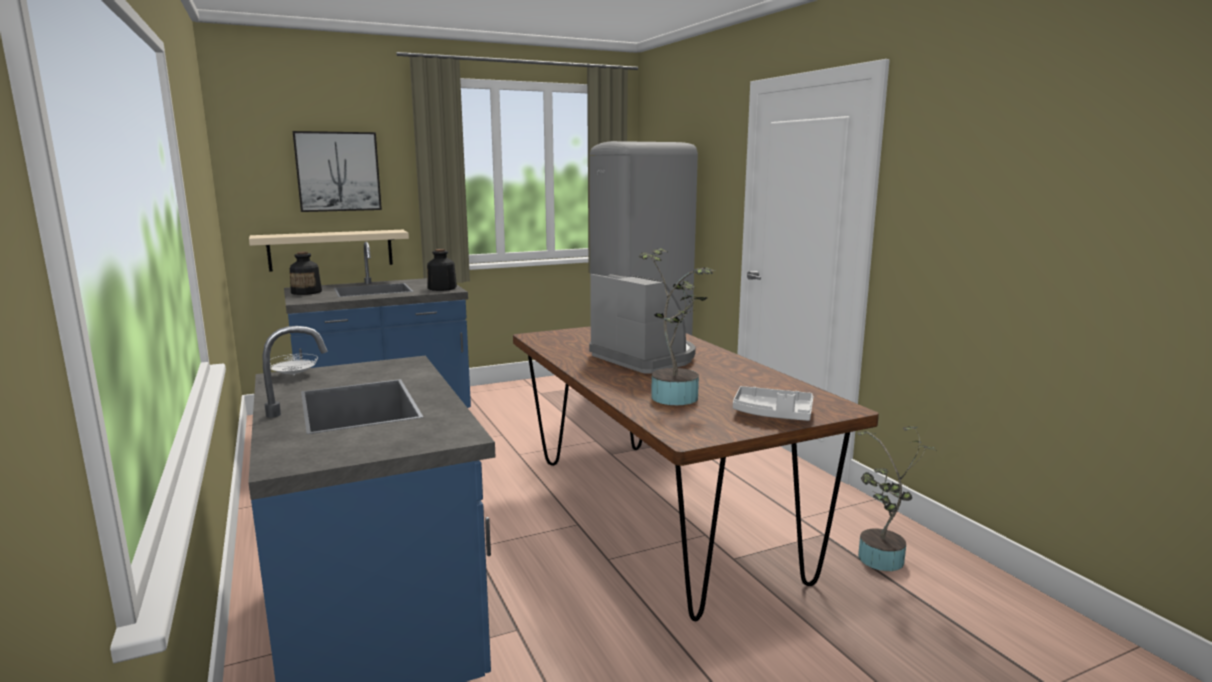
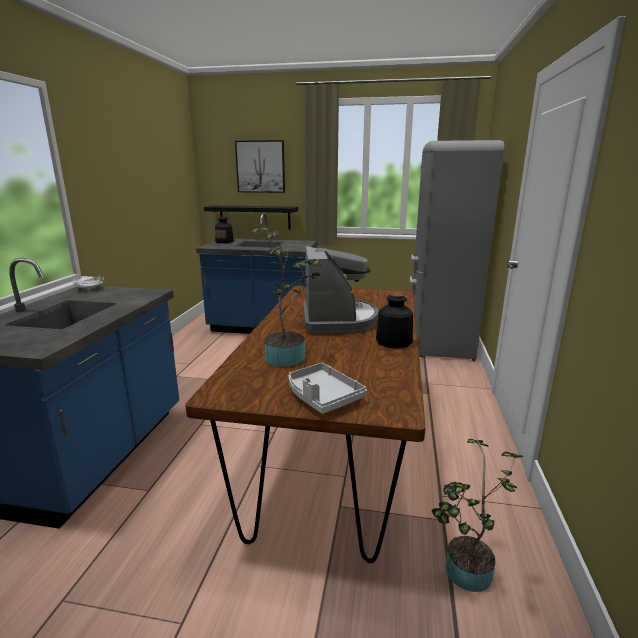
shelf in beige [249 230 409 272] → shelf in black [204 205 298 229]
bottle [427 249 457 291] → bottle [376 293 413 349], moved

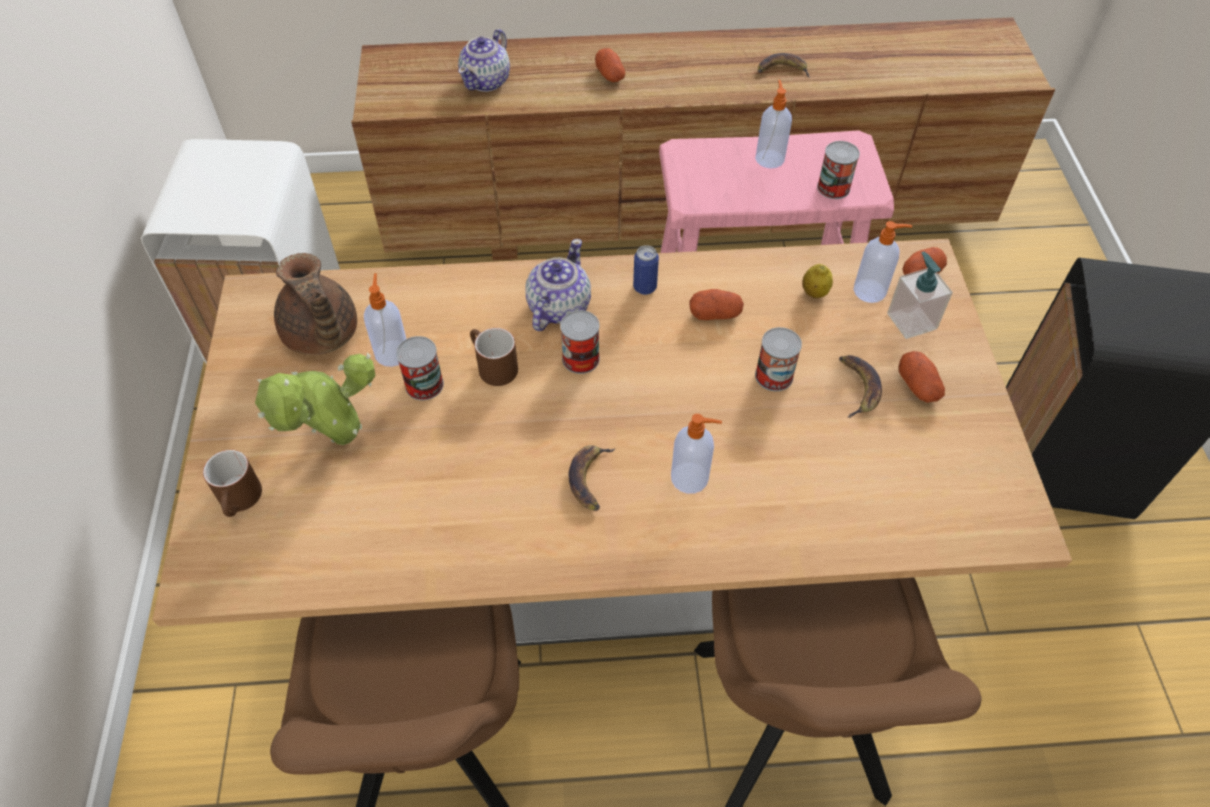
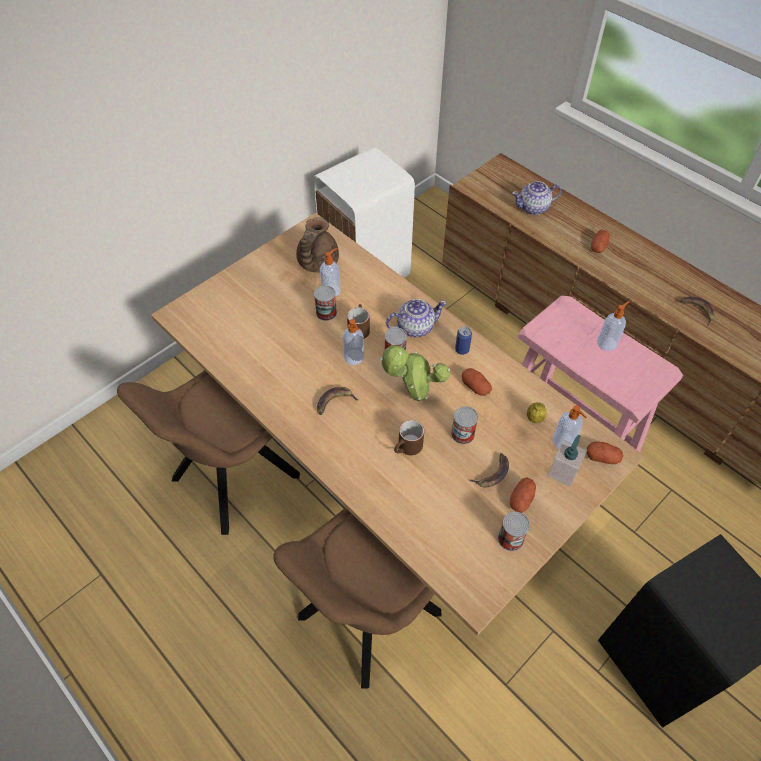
soap dispenser [671 414 722 494] → soap dispenser [343 319 364 365], moved
potted plant [255 353 375 445] → potted plant [379 343 450 401], moved
mug in brown [203 450 262 517] → mug in brown [394 420 424 455], moved
can [817 141 860 199] → can [498 511 530 551], moved

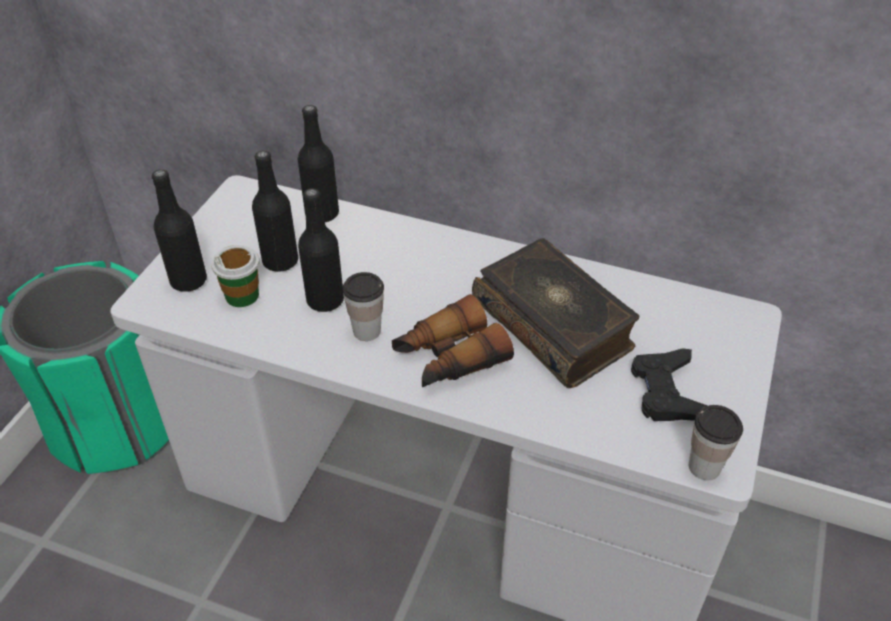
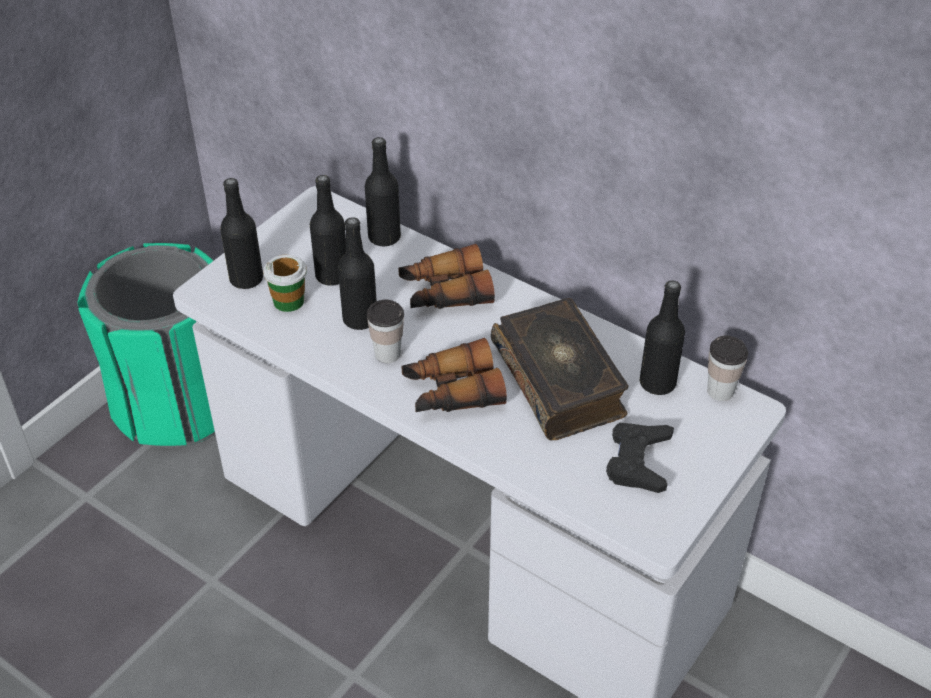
- → binoculars [398 244 495 309]
- → bottle in black [640 280 685 395]
cup [689 405 743 480] → cup [707 335 748 401], moved

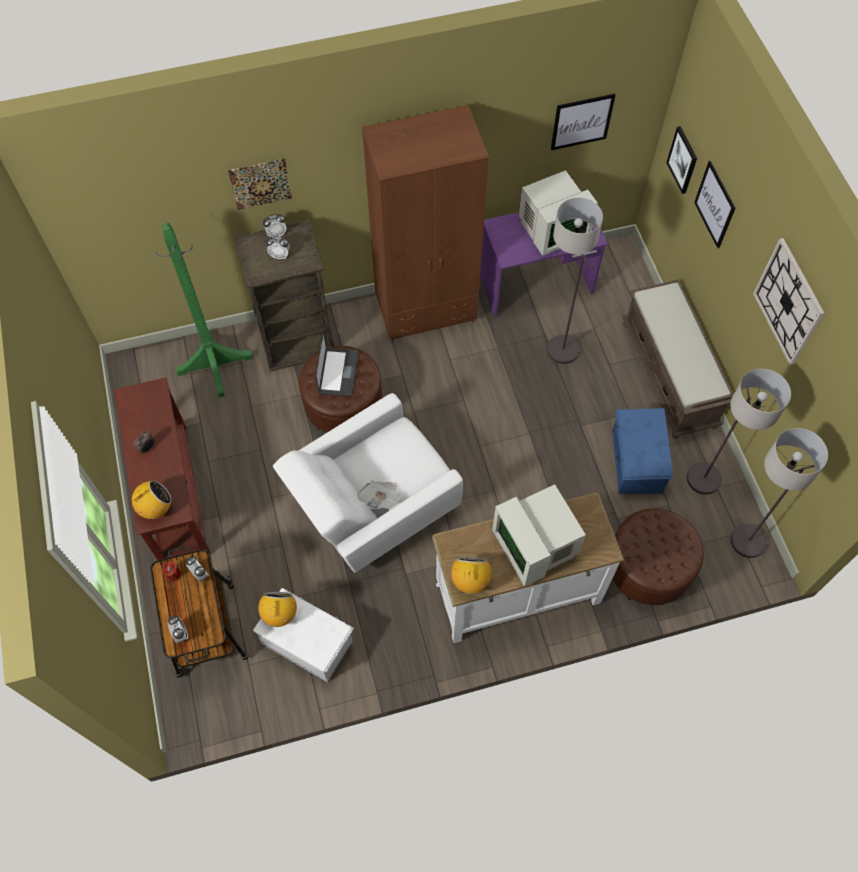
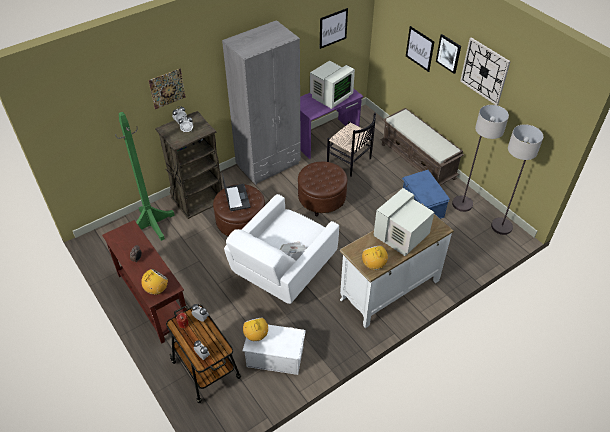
wardrobe in brown [362 105 489 341] → wardrobe in grey [222 20 301 185]
ottoman in brown [612 508 704 605] → ottoman in brown [298 162 347 216], moved
floor lamp in grey [547 198 603 364] → chair in black [327 113 376 177]
monitor [492 484 586 587] → monitor [373 188 434 256], 90 degrees clockwise
picture [666 126 697 194] → picture [436 34 461 74], moved

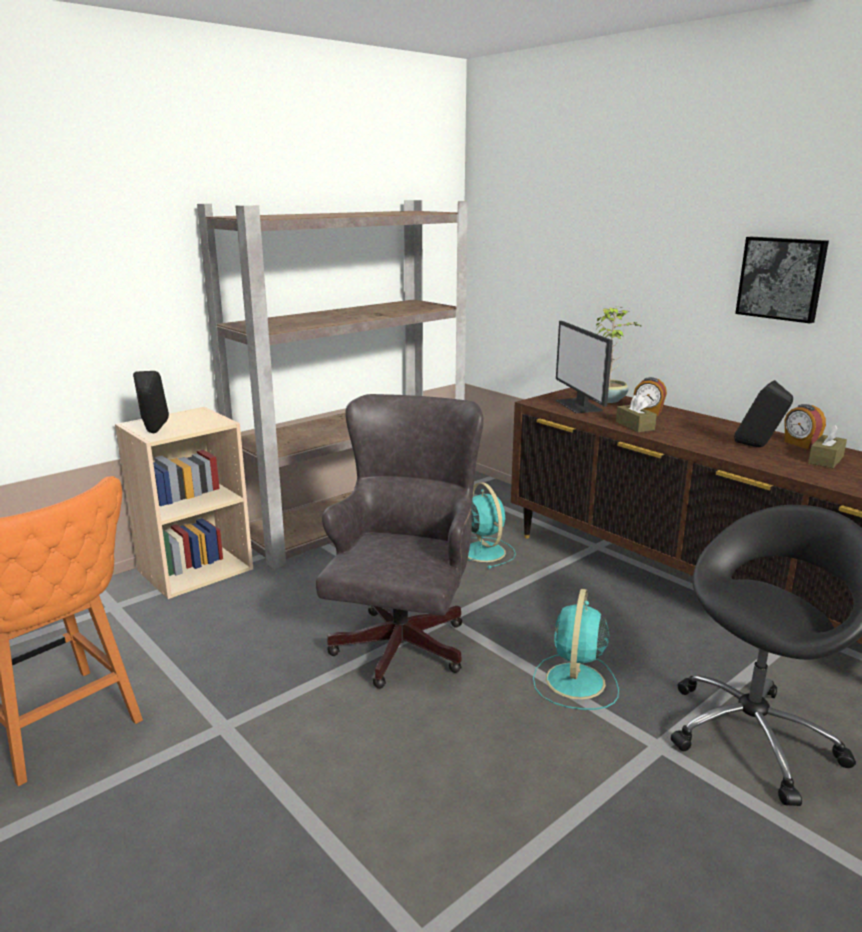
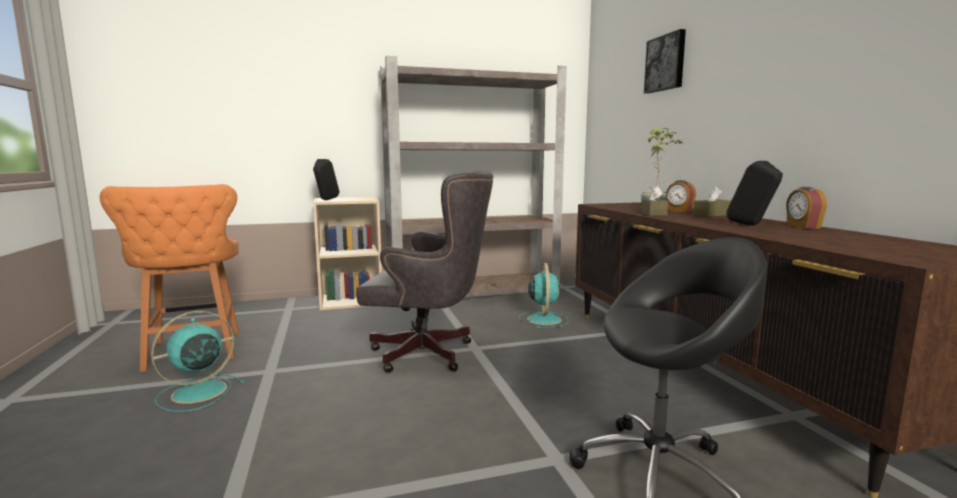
fan in turquoise [533 589 619 710] → fan in turquoise [151 311 244 412], moved
office chair in grey [316 394 484 689] → office chair in grey [356 171 493 373], 60 degrees clockwise
picture [735 237 829 323] → picture [644 29 686 94], moved
tissue box in brown [808 425 847 468] → tissue box in brown [693 187 731 217], moved
monitor [556 321 613 413] → -

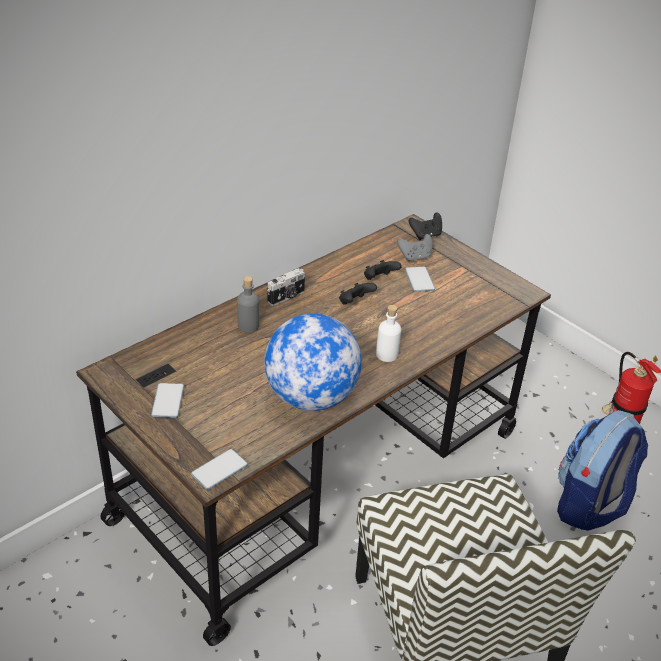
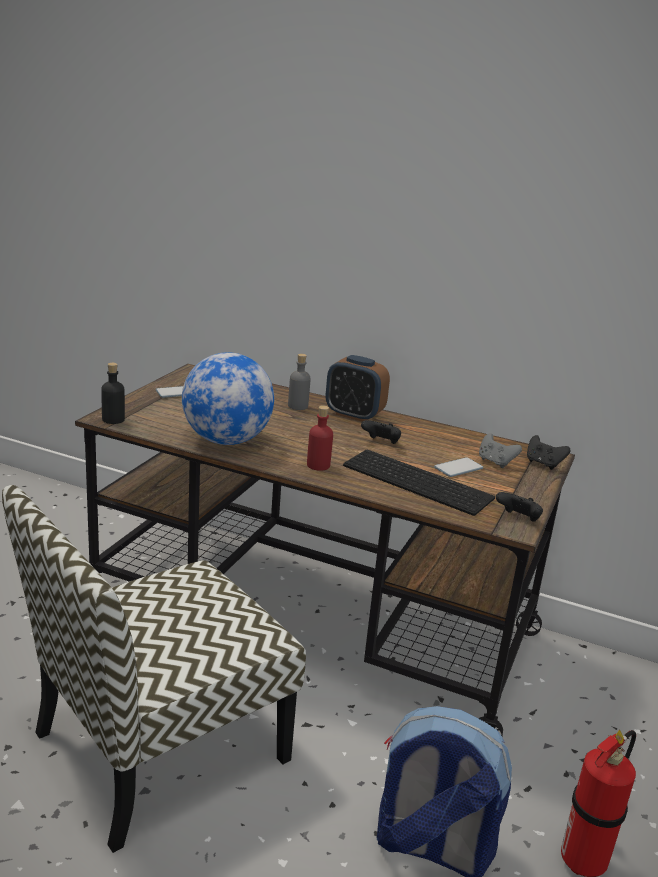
phone [191 449 248 490] → bottle in black [101 363 125 424]
bottle in white [376 305 401 362] → bottle in red [307 405 333 471]
photo camera [267 268 305 306] → alarm clock [326 355 390 422]
- → keyboard [343 450 495 516]
game controller in black [364 260 402 280] → game controller in black [496 492 543 522], moved

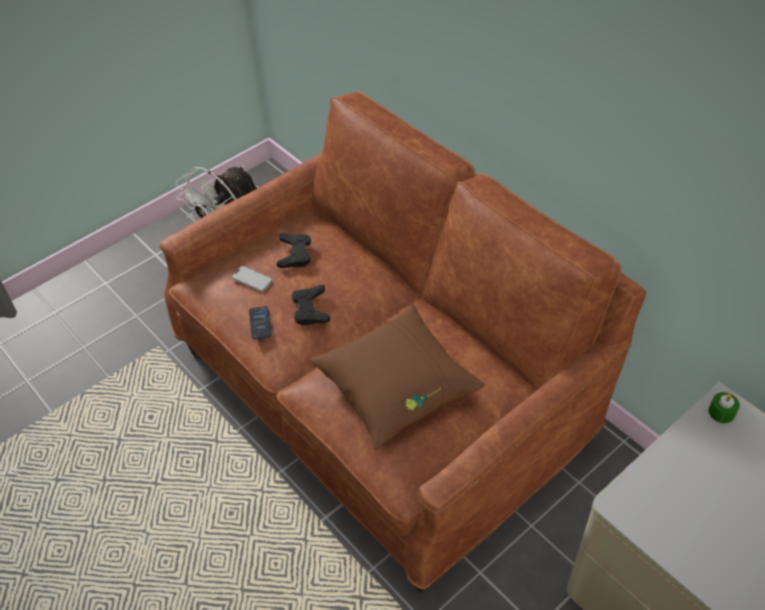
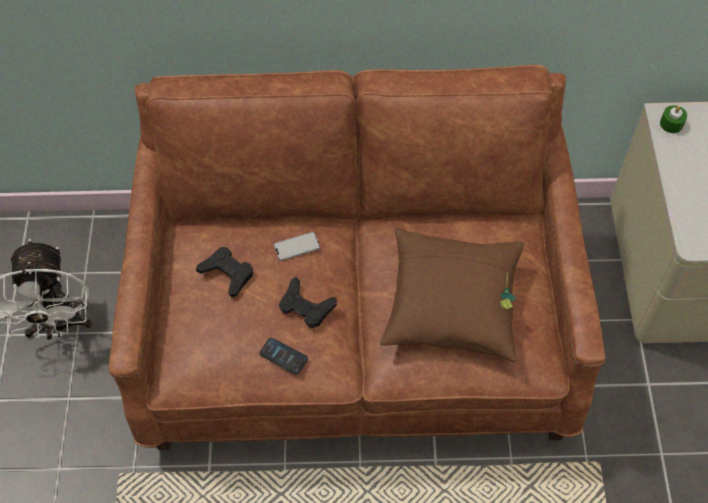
phone [232 266 273 292] → phone [274 232 320 261], moved

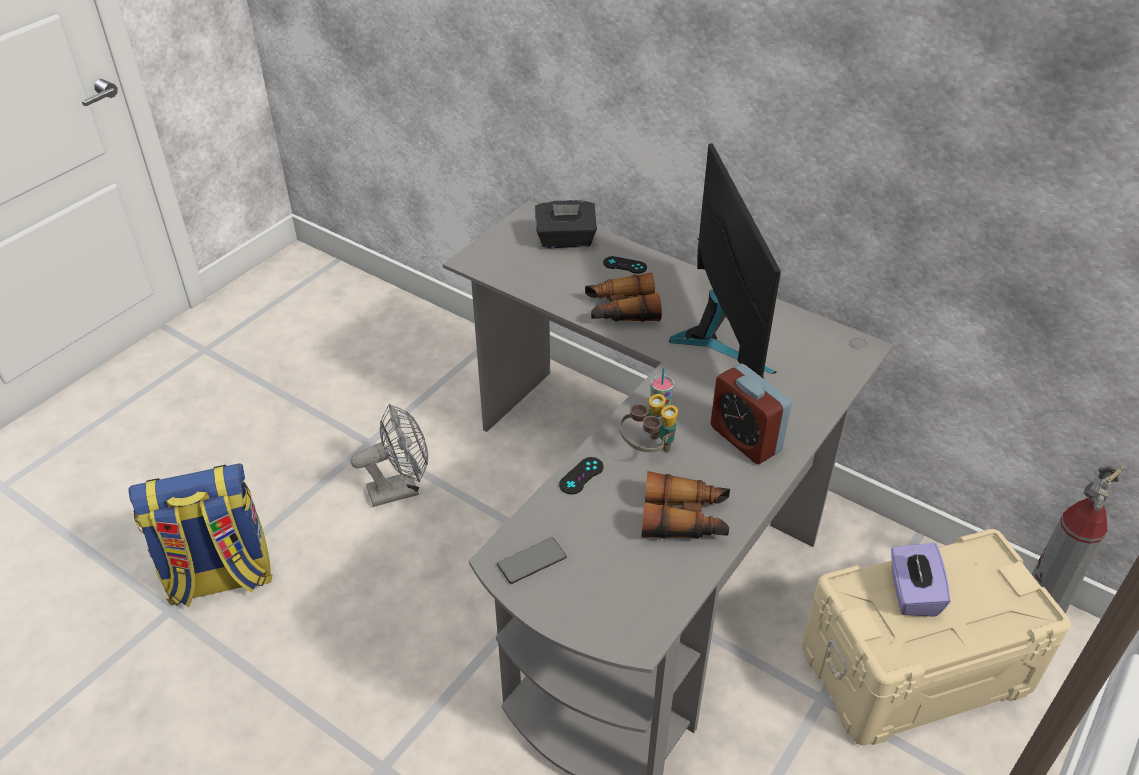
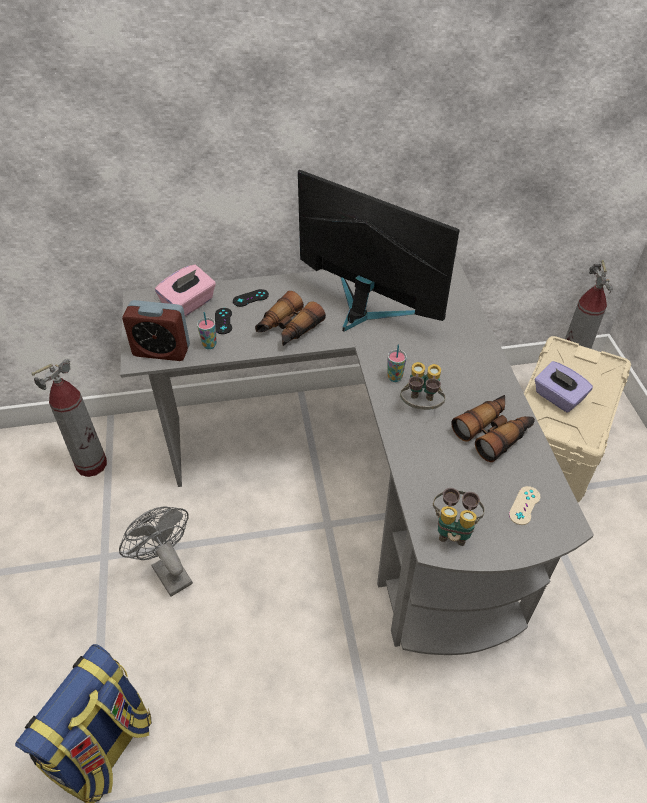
- → fire extinguisher [31 359 107 477]
fan in grey [351 404 428 507] → fan in grey [119 506 193 597], 60 degrees counterclockwise
alarm clock [711 364 792 464] → alarm clock [122 300 190 361], moved
tissue box in black [535 200 597 248] → tissue box in pink [155 264 216 316]
- → cup [197 312 217 349]
game controller in black [559 457 604 494] → game controller in black [215 308 232 334], moved
phone [497 537 567 584] → binoculars [433 488 485 546]
- → game controller in beige [509 486 540 525]

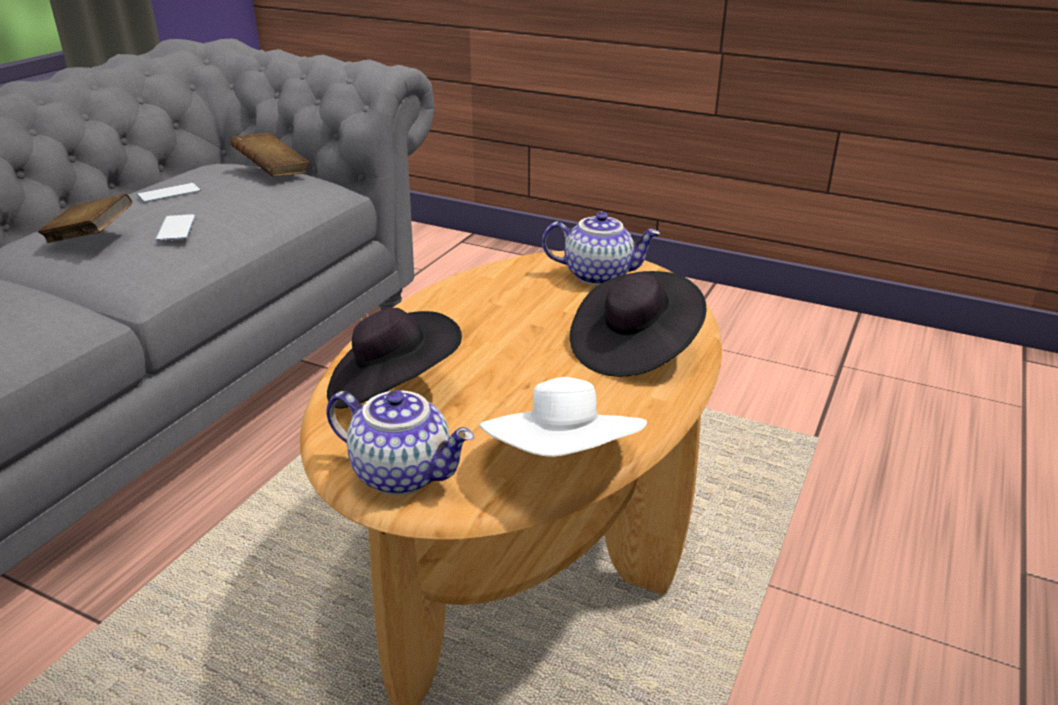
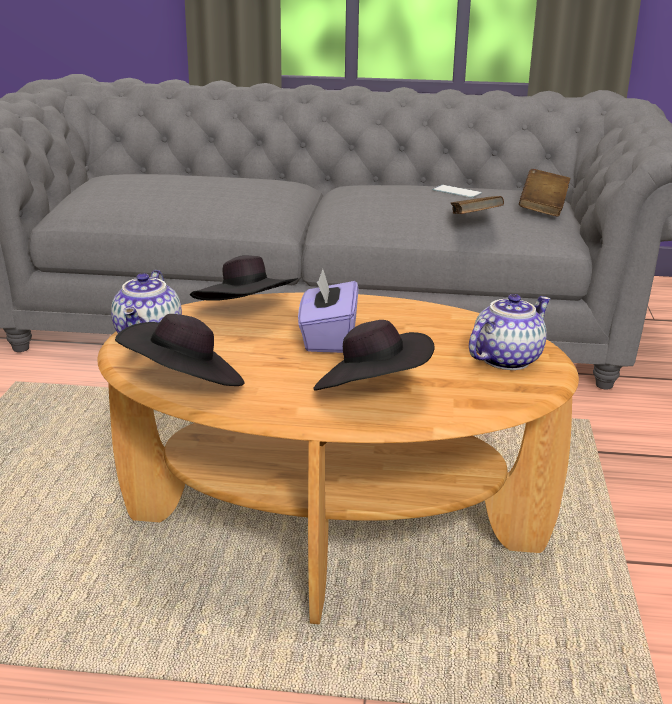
hat in white [480 377 647 457] → hat in black [115 314 245 386]
- → tissue box in purple [298 269 359 353]
book in brown [38 194 132 243] → book in brown [451 196 504 214], moved
teapot [542 211 660 286] → teapot [469 294 551 370], 120 degrees counterclockwise
phone [156 214 195 241] → -

